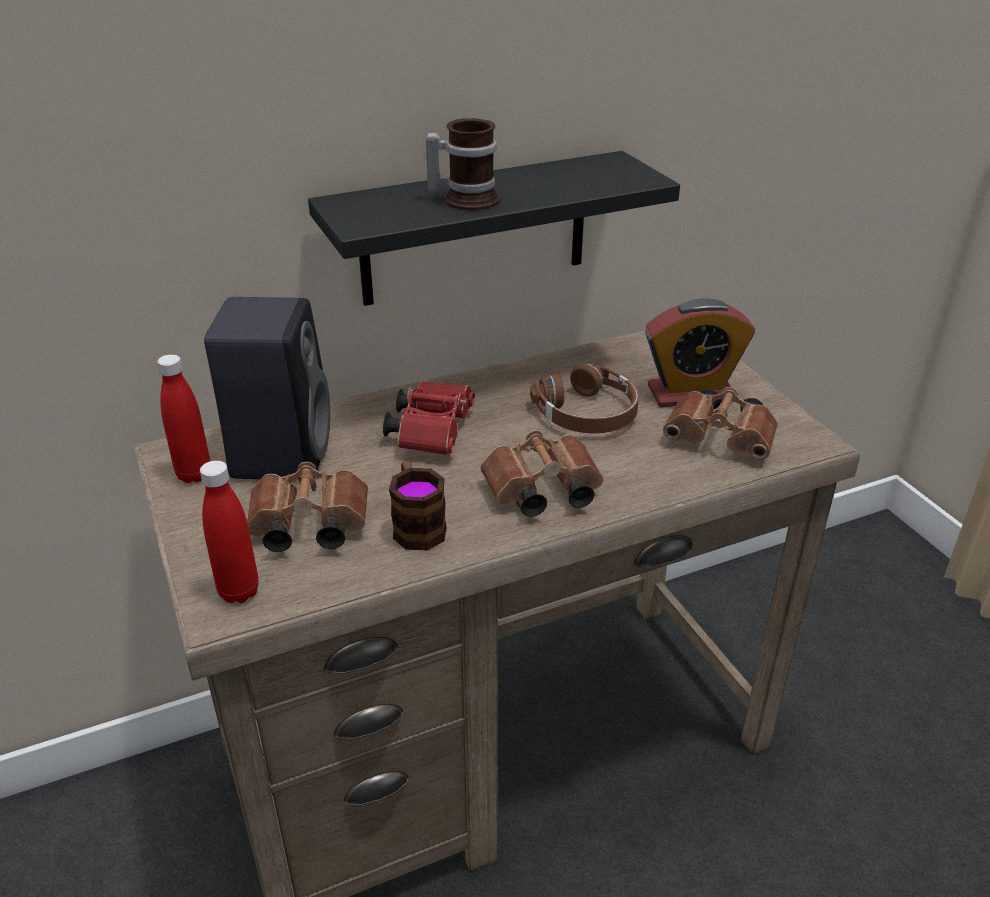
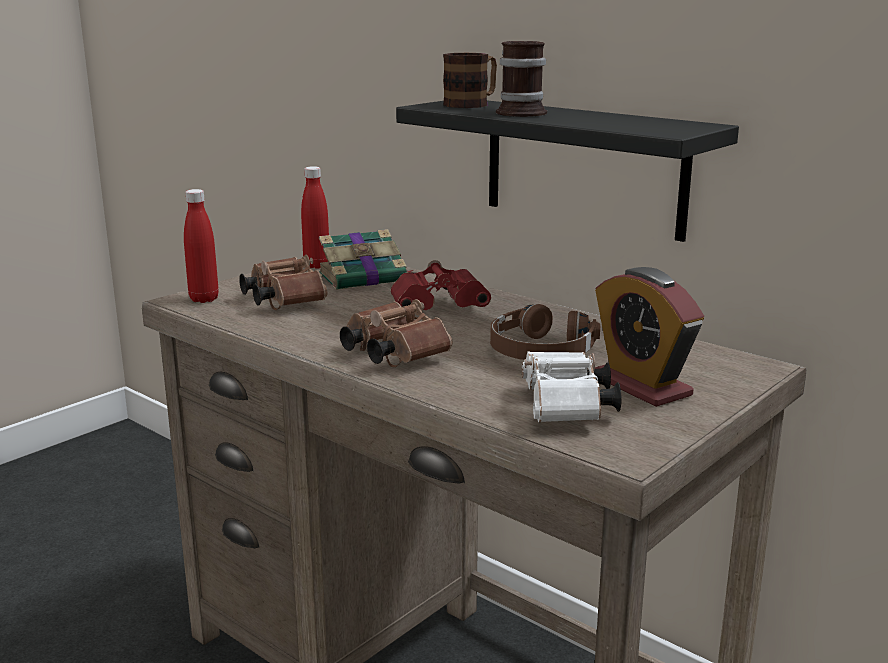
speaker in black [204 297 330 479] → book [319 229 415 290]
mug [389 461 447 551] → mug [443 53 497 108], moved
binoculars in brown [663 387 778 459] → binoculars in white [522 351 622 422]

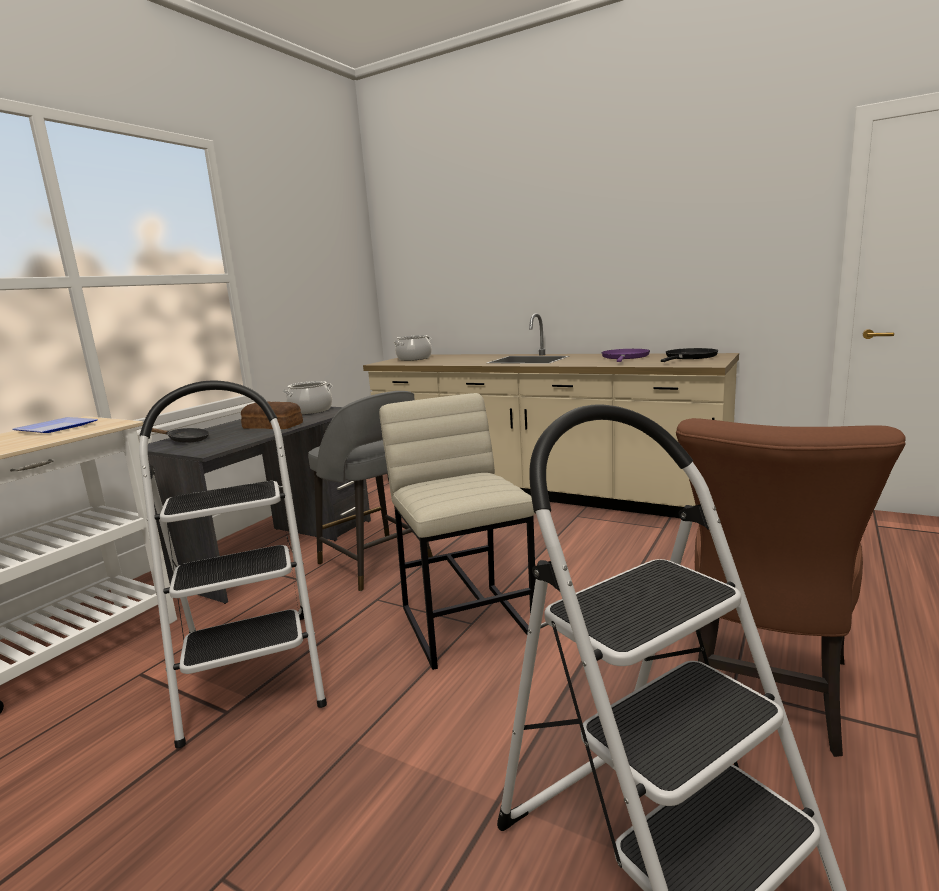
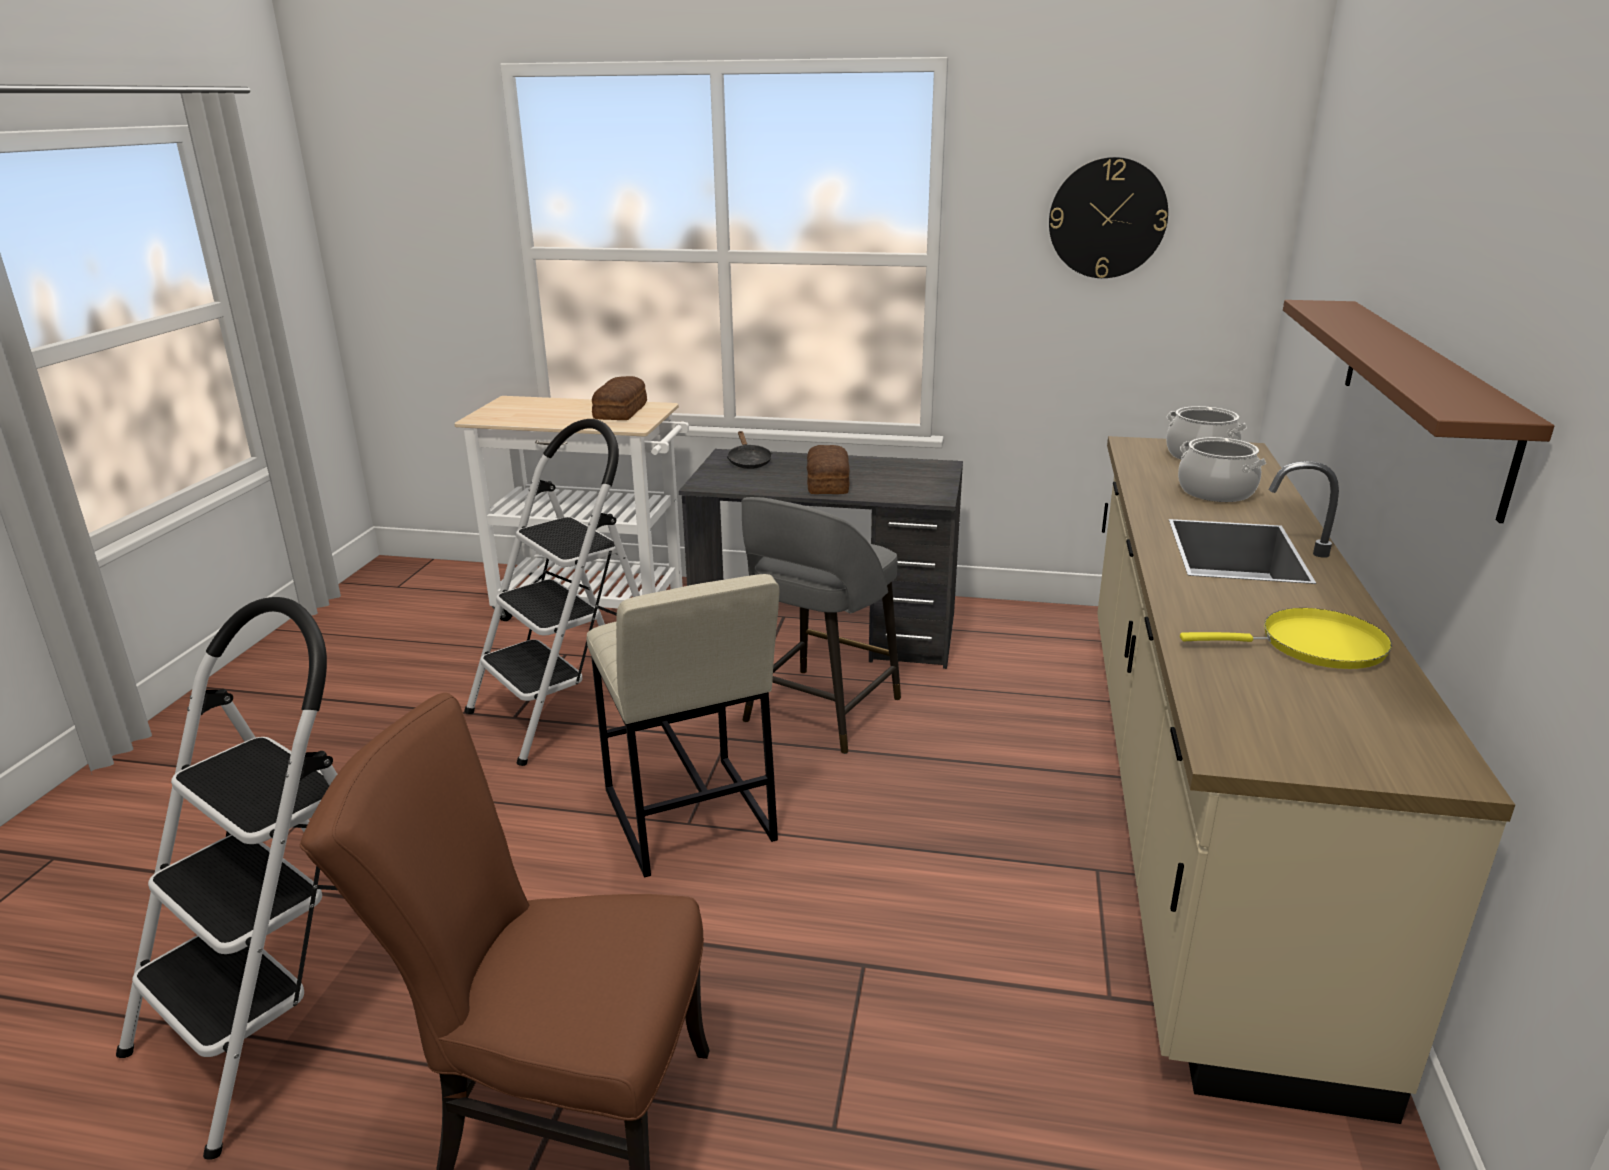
chair in beige [379 393 536 670] → chair in beige [587 574 780 877], 105 degrees clockwise
plate [12 417 98 433] → bread [592 376 647 420]
- → wall clock [1049 157 1168 278]
cooking pot [282 381 333 415] → cooking pot [1178 437 1266 502], moved
frying pan in purple [602 349 650 362] → frying pan in yellow [1180 608 1392 669]
- → shelf in brown [1283 300 1554 523]
frying pan in black [661 348 718 362] → -

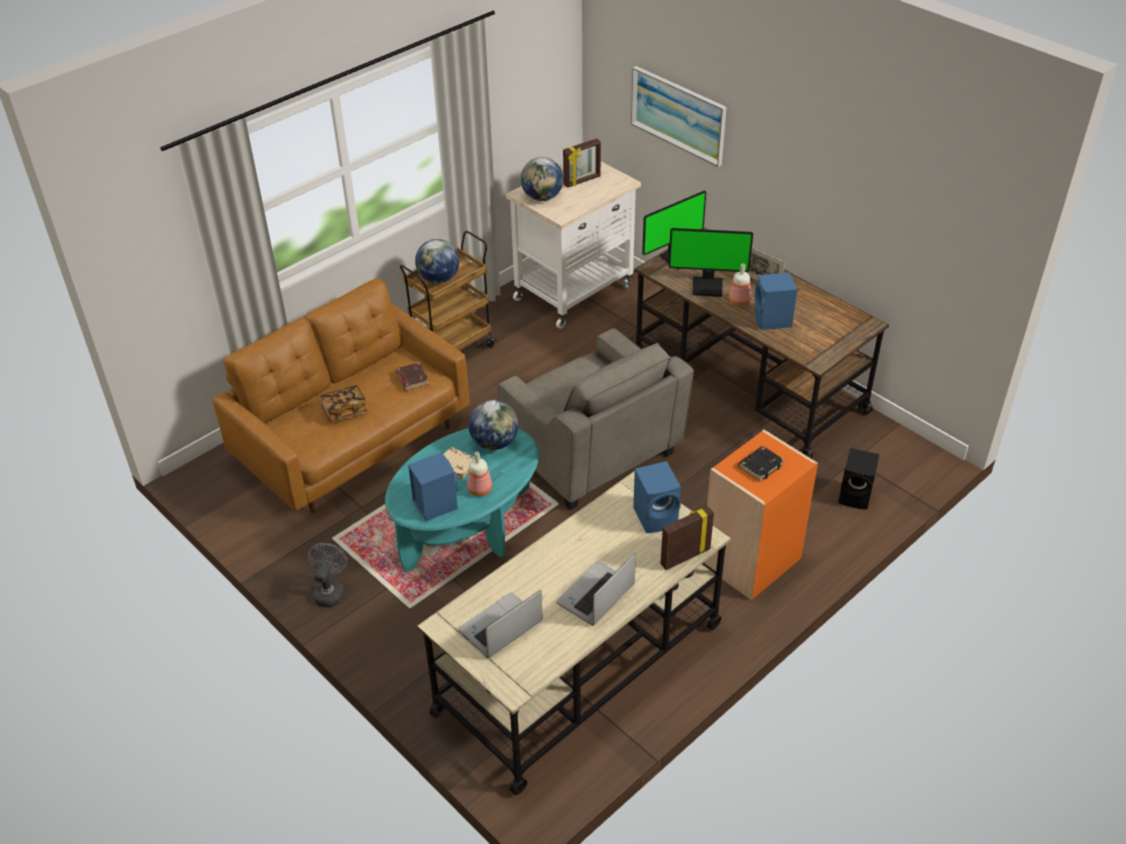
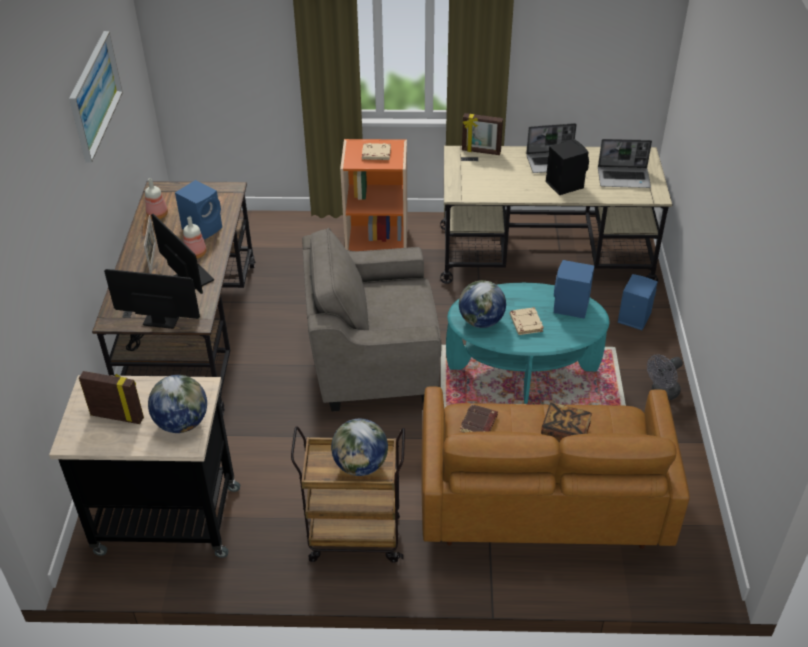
cart in white [506 162 641 329] → cart in black [49 375 240 558]
picture [631 66 727 167] → picture [69 31 123 163], moved
bottle [467 452 492 496] → bottle [145 178 168 219], moved
armchair in grey [498 328 694 510] → armchair in grey [302 228 442 411], 105 degrees counterclockwise
book in black [738 446 785 482] → book in beige [362 143 391 160]
speaker in black [838 448 880 510] → speaker in black [546 139 589 195], moved
speaker in blue [633 461 681 533] → speaker in blue [618 274 658 330], moved

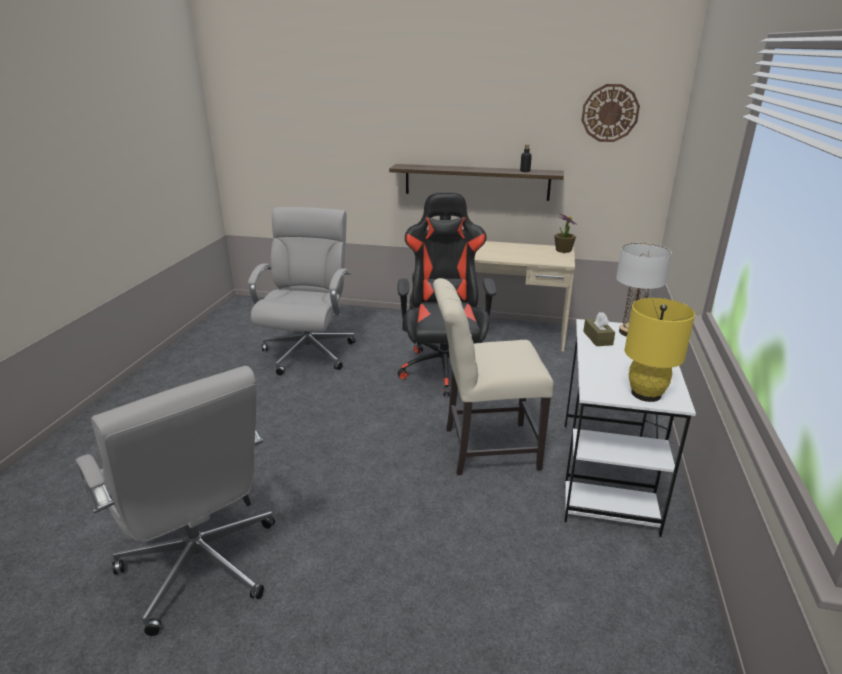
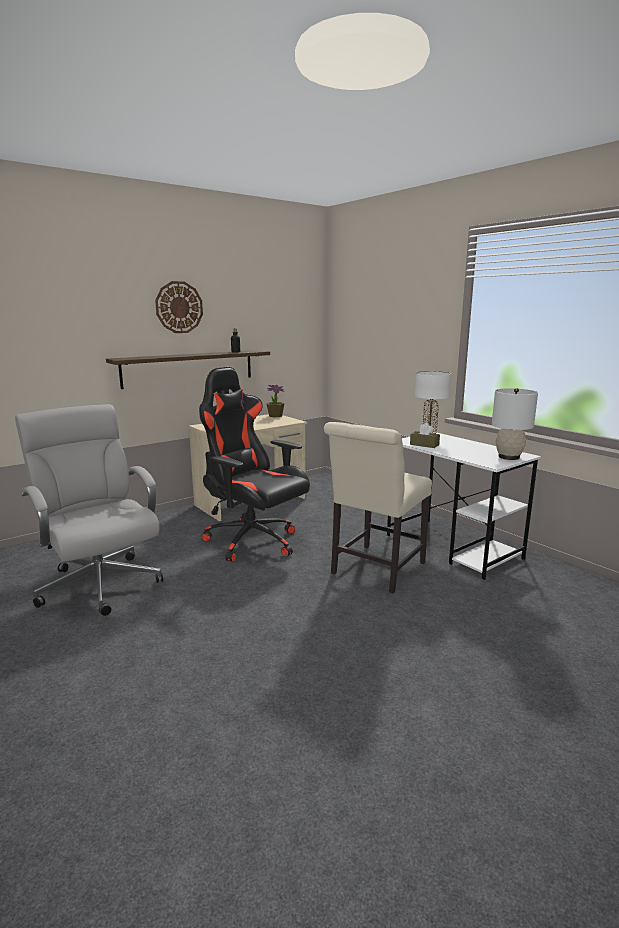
wall clock [581 84 640 142] → wall clock [155 281 203 333], moved
table lamp in yellow [625 298 695 402] → table lamp in white [492 388 538 460]
office chair in grey [76 366 275 636] → -

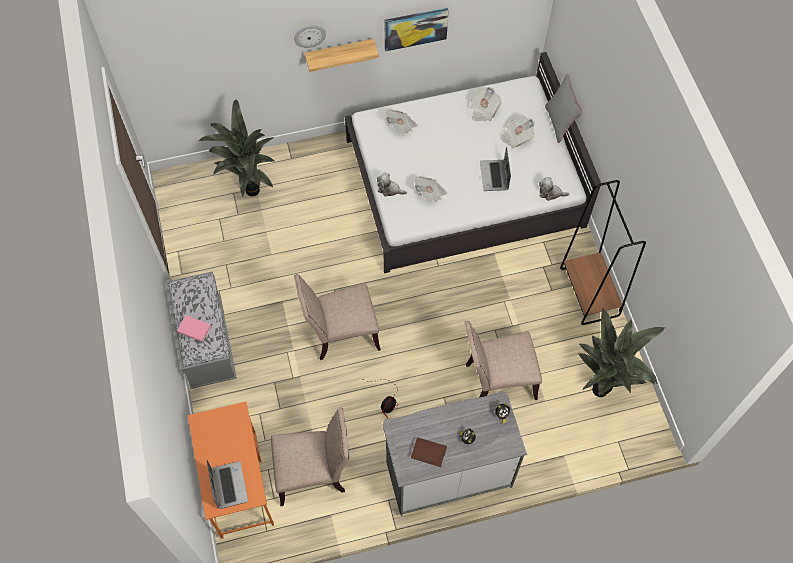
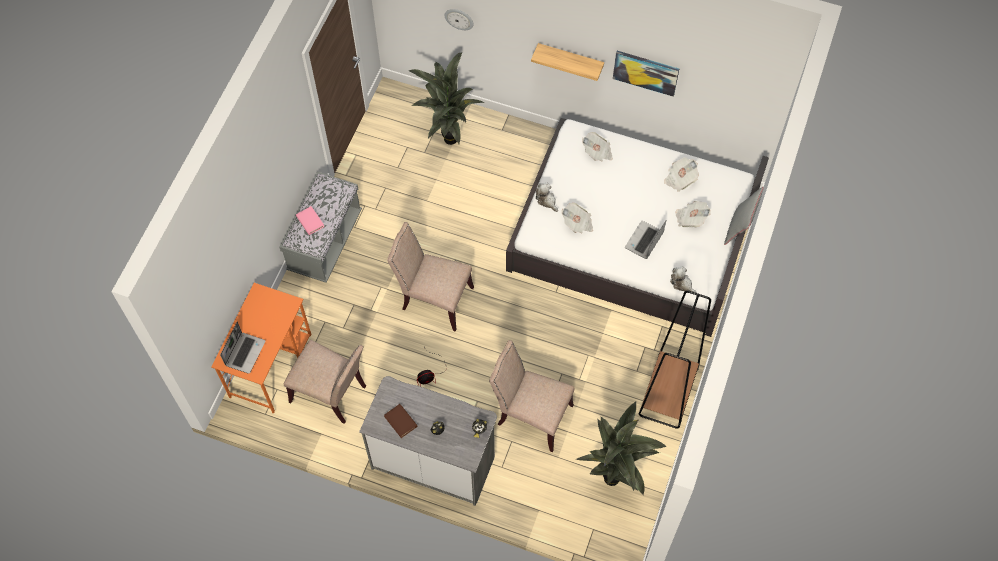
wall clock [294 25 326 48] → wall clock [444 9 473 30], moved

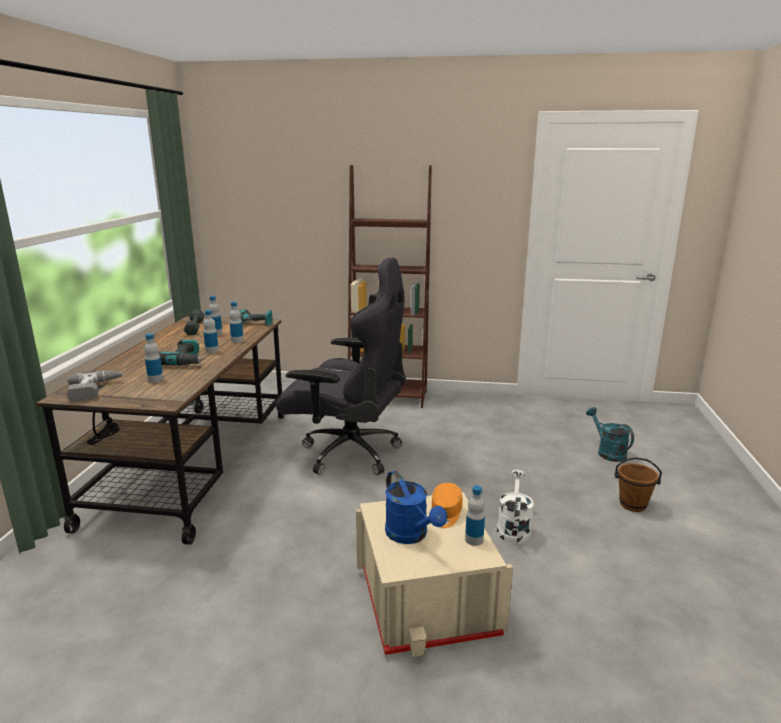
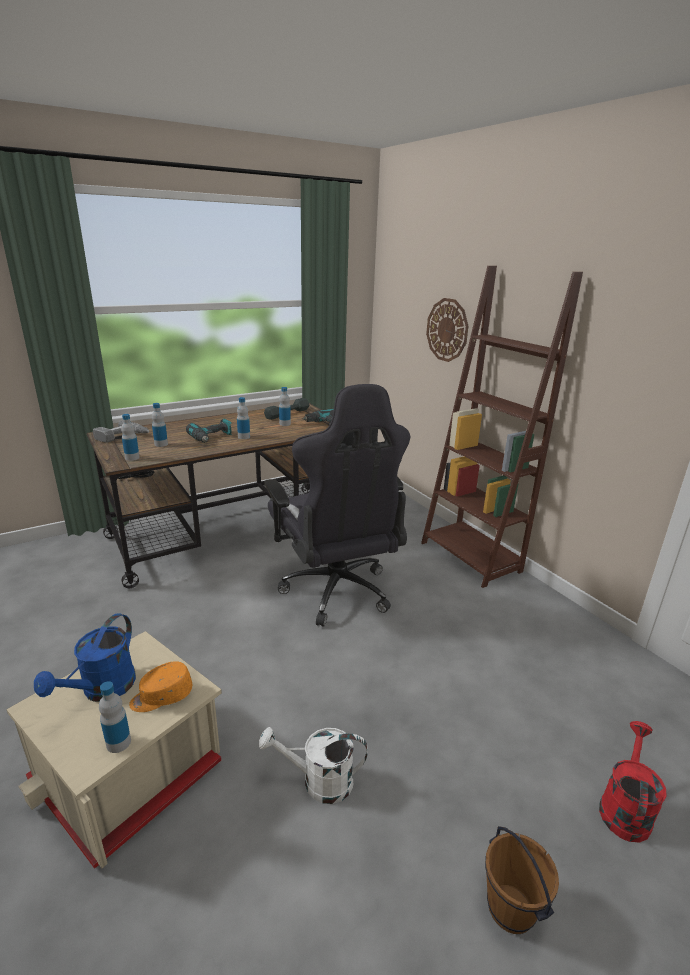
bottle [229 302 244 343] → bottle [121 414 140 461], moved
watering can in white [497 469 534 544] → watering can in white [259 727 367 804], 150 degrees counterclockwise
- → wall clock [426 298 468 362]
watering can in turquoise [586 407 634 462] → watering can in red [599 721 667 843]

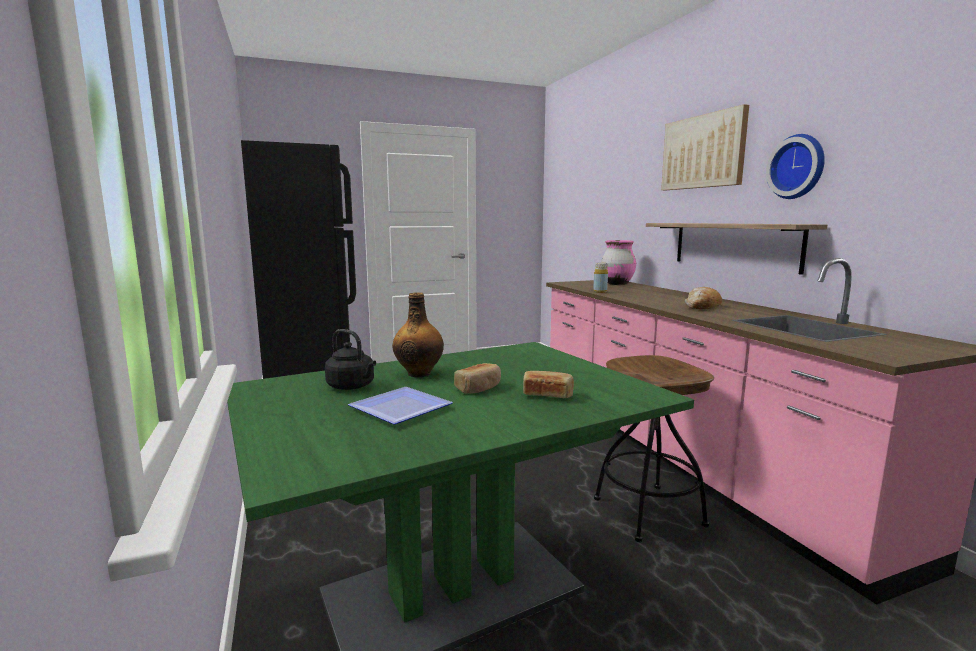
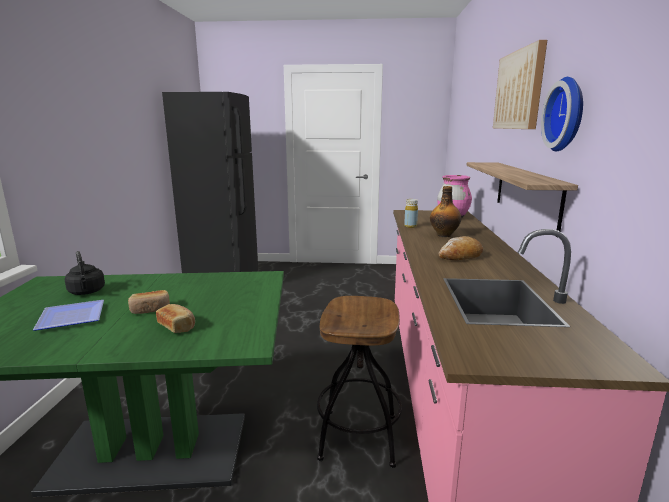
bottle [392 292 444 378] → bottle [430 186 462 237], moved

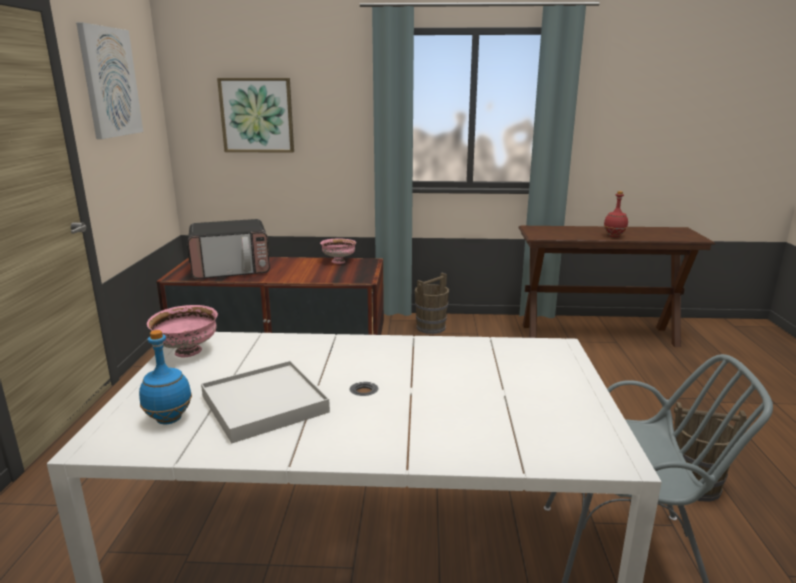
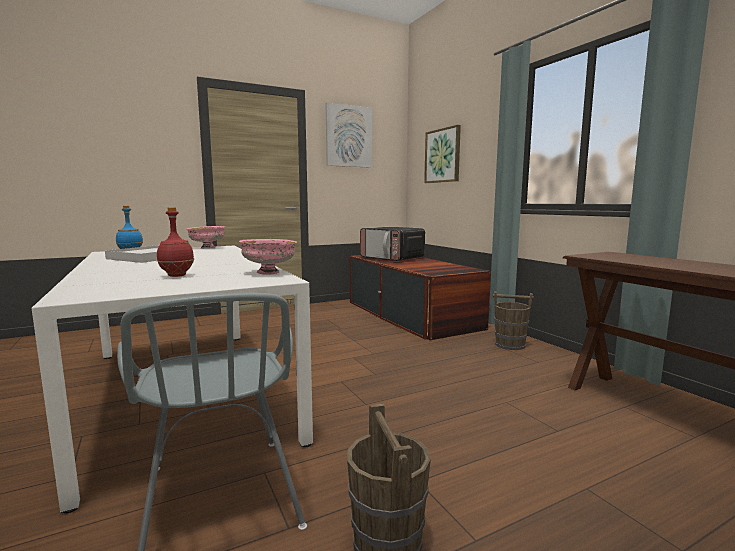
bottle in red [604 191 628 237] → bottle in red [157 207 194 277], moved
bowl in pink [320 239 356 264] → bowl in pink [239 239 297 274], moved

